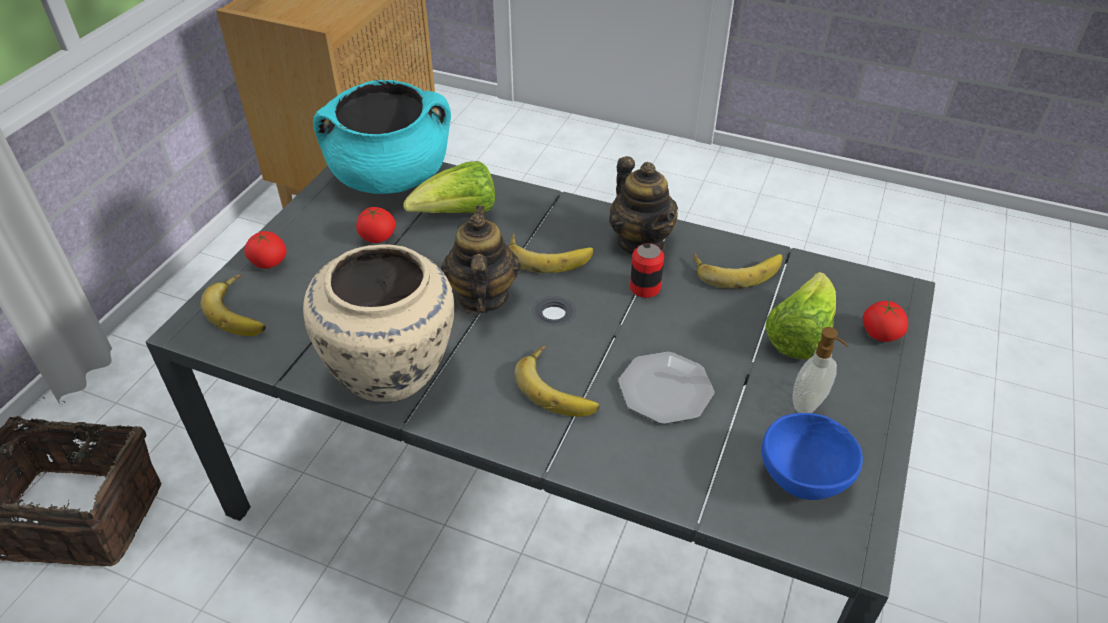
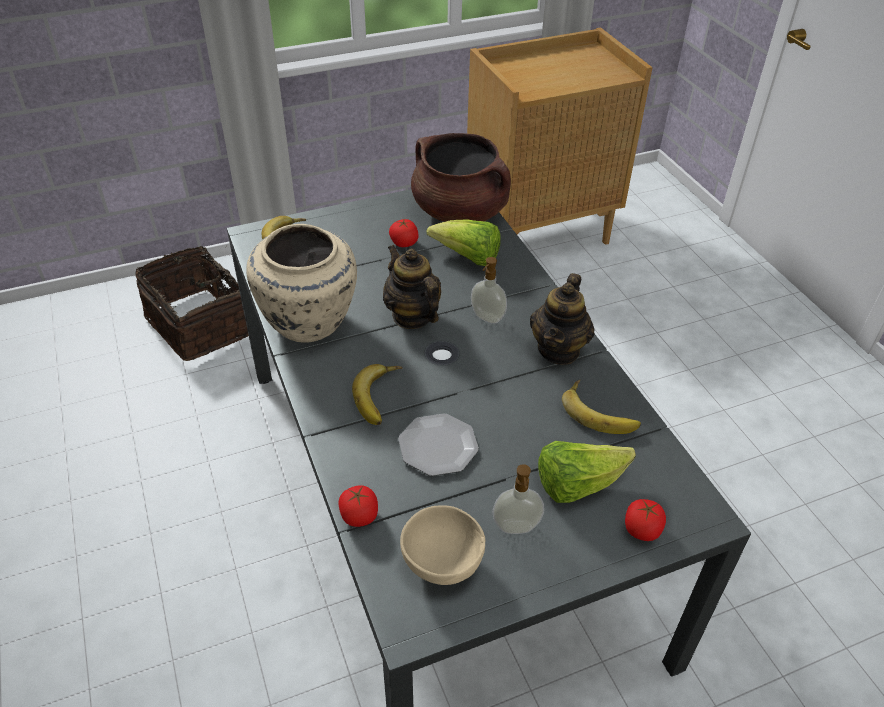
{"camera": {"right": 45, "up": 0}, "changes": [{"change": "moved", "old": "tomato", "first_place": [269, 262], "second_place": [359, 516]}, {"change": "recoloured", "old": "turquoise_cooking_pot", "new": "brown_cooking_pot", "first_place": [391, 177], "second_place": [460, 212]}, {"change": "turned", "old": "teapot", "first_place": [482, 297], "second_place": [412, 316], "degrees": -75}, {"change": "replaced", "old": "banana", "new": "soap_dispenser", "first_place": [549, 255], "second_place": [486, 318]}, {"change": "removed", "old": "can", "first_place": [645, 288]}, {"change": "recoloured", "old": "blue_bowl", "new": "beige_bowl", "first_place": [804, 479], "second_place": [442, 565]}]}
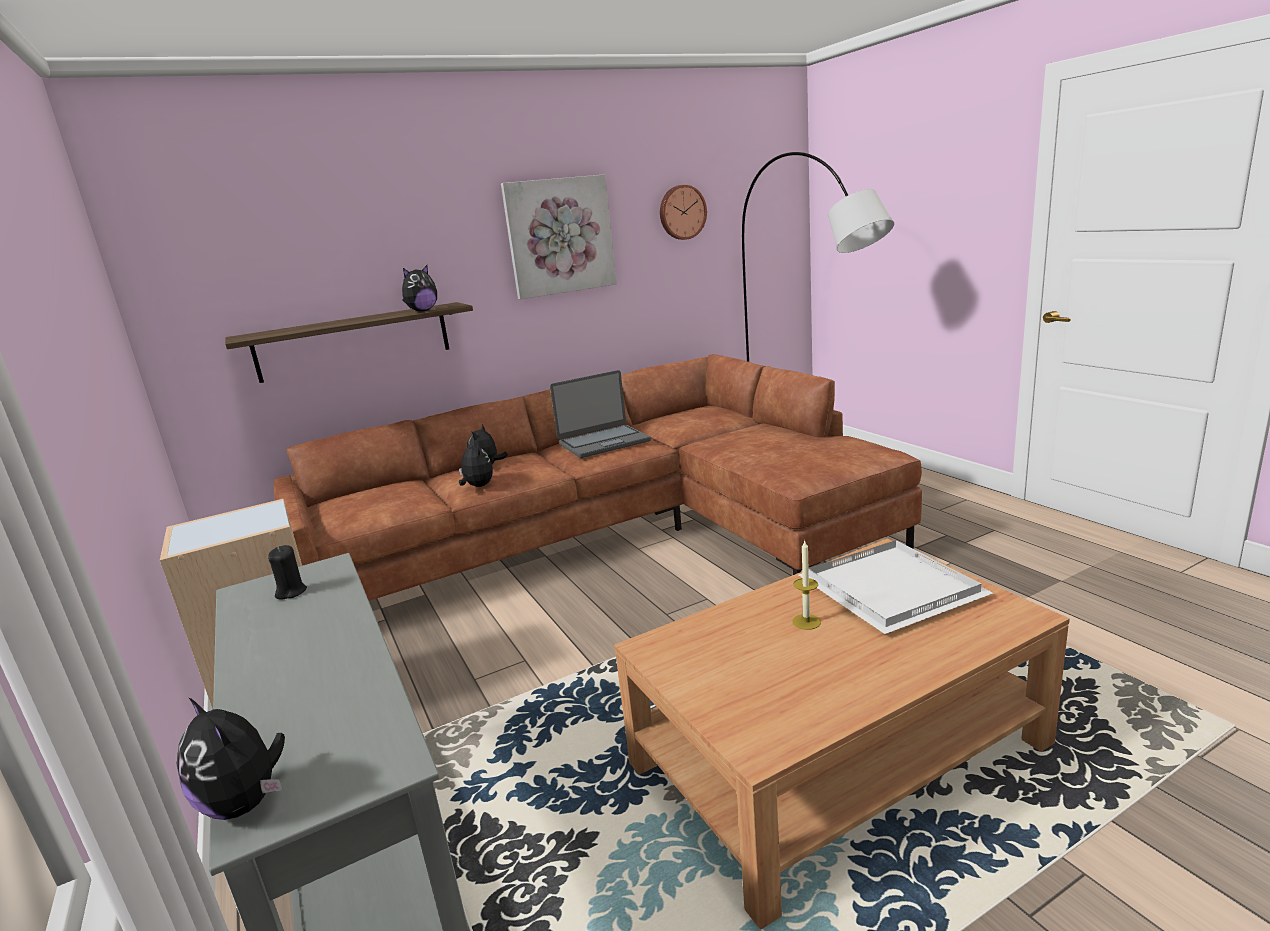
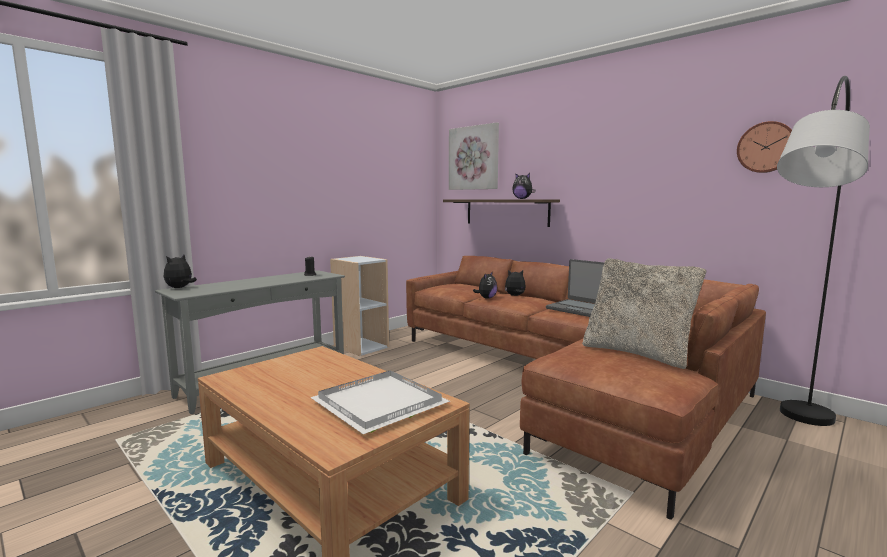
{"camera": {"right": 70, "up": -10}, "changes": [{"change": "moved", "old": "picture", "first_place": [559, 236], "second_place": [474, 158]}, {"change": "removed", "old": "candle", "first_place": [806, 622]}, {"change": "added", "new": "beige_pillow", "second_place": [638, 352]}]}
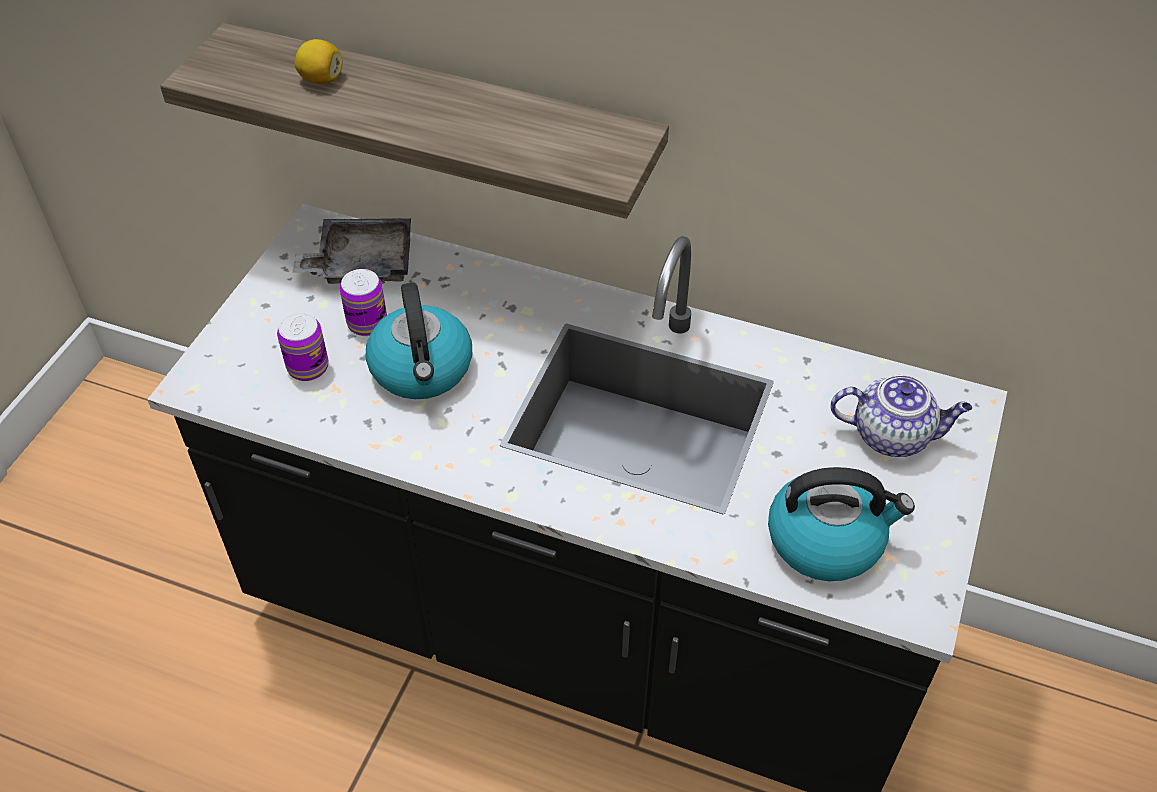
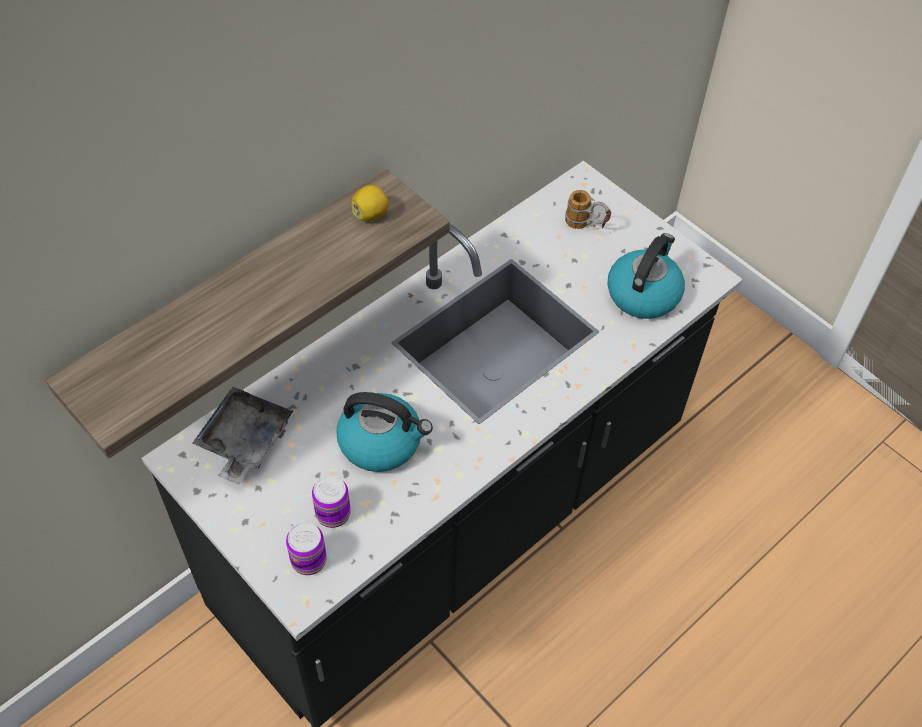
{"camera": {"right": -65, "up": 5}, "changes": [{"change": "moved", "old": "lemon", "first_place": [321, 79], "second_place": [371, 214]}, {"change": "moved", "old": "can", "first_place": [367, 323], "second_place": [308, 560]}, {"change": "replaced", "old": "teapot", "new": "mug", "first_place": [893, 435], "second_place": [586, 226]}]}
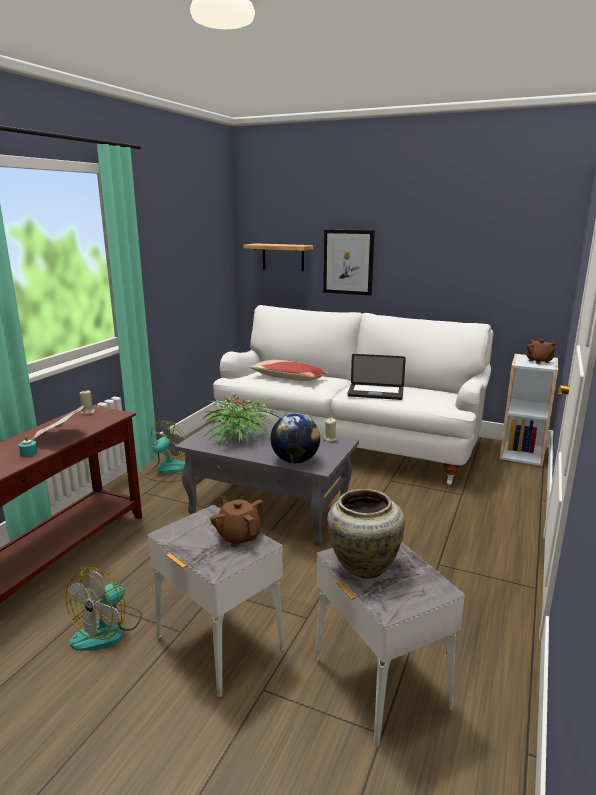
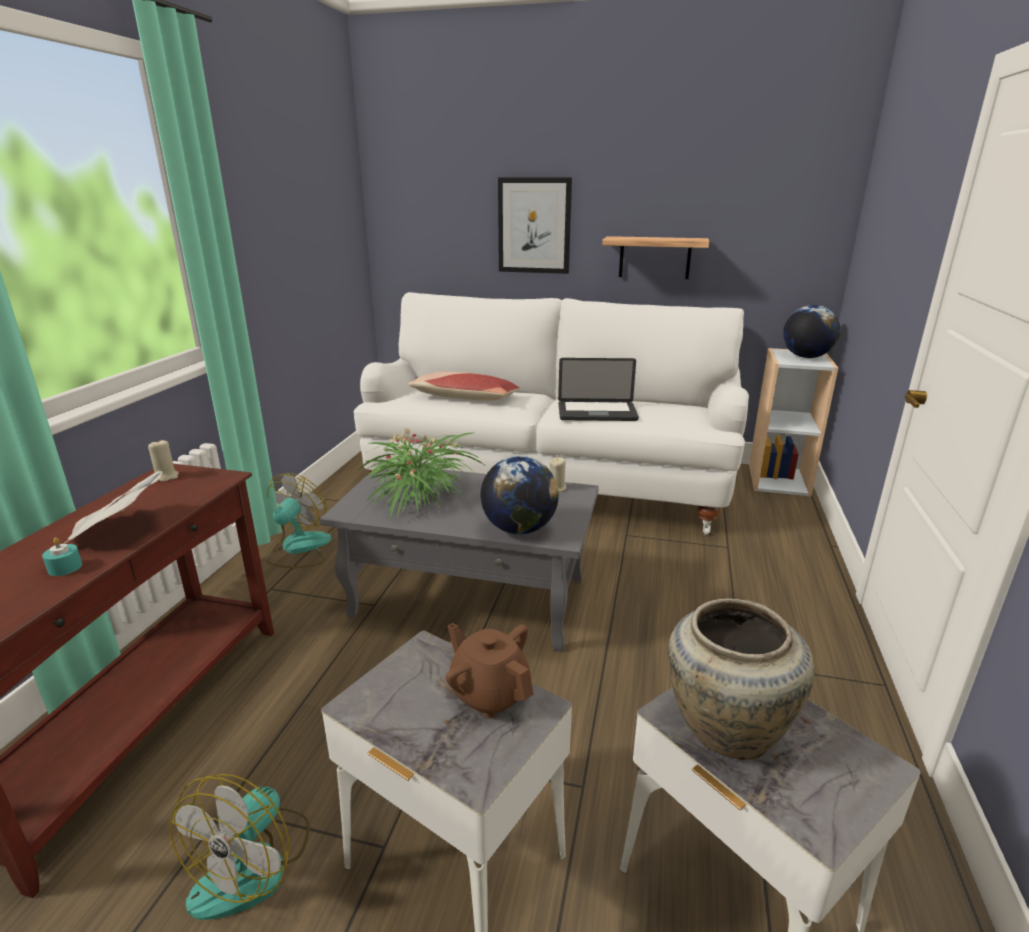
{"camera": {"right": -10, "up": 5}, "changes": [{"change": "moved", "old": "shelf", "first_place": [283, 257], "second_place": [654, 257]}, {"change": "replaced", "old": "brown_teapot", "new": "globe", "first_place": [539, 361], "second_place": [806, 357]}]}
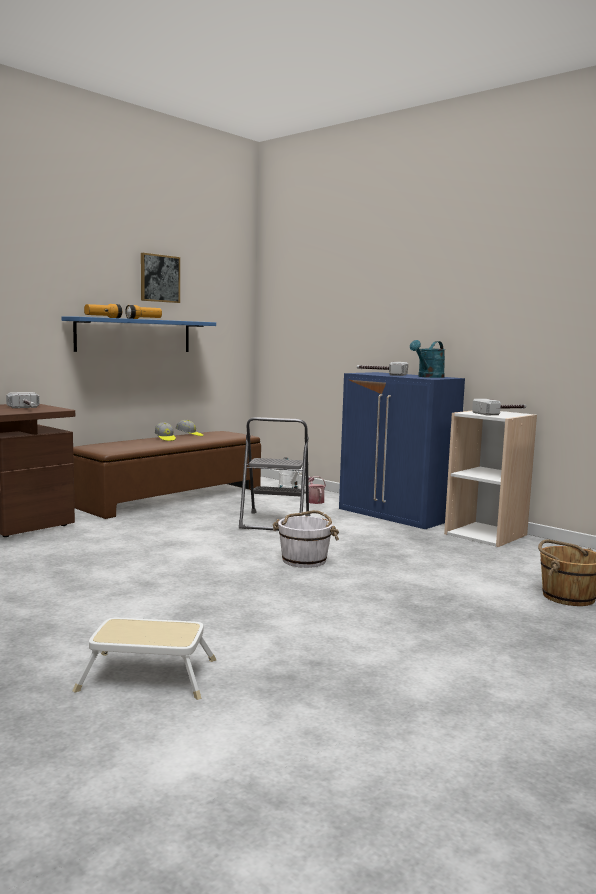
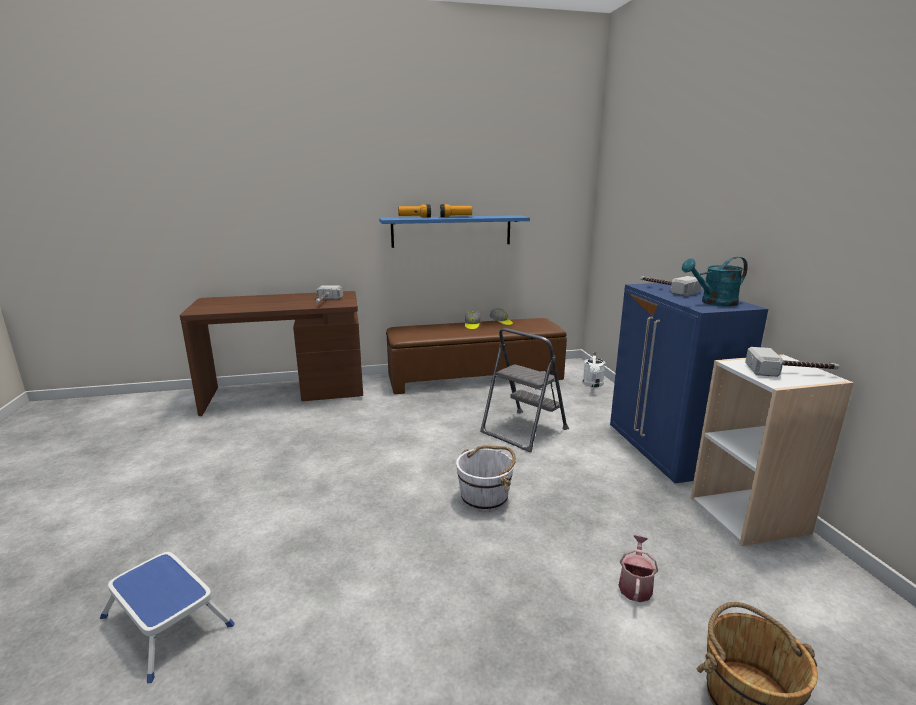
{"camera": {"right": 35, "up": 10}, "changes": [{"change": "recoloured", "old": "beige_step_ladder", "new": "blue_step_ladder", "first_place": [148, 674], "second_place": [167, 621]}, {"change": "removed", "old": "picture", "first_place": [160, 278]}, {"change": "moved", "old": "watering_can", "first_place": [314, 501], "second_place": [635, 585]}]}
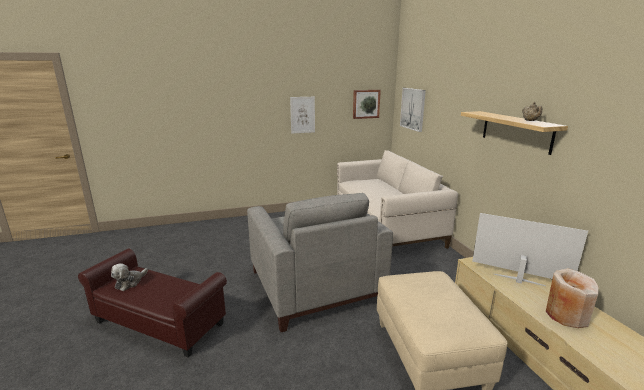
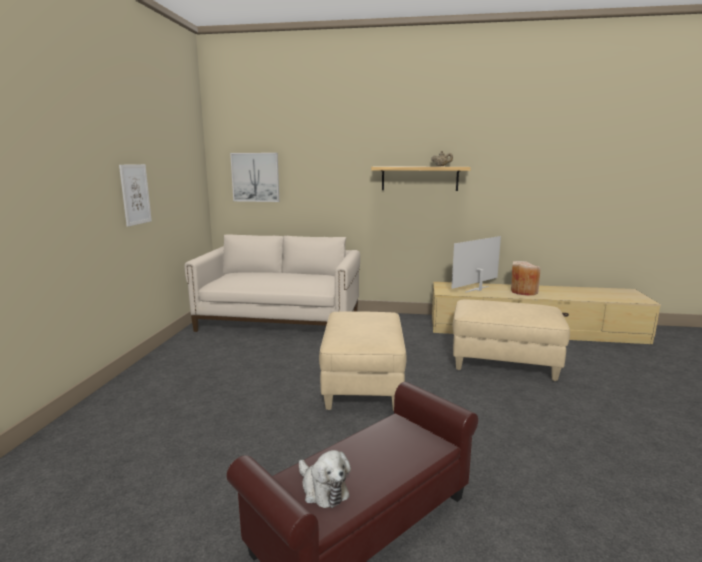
{"camera": {"right": -65, "up": -5}, "changes": [{"change": "replaced", "old": "grey_armchair", "new": "beige_ottoman", "first_place": [313, 285], "second_place": [363, 385]}, {"change": "removed", "old": "picture", "first_place": [366, 104]}]}
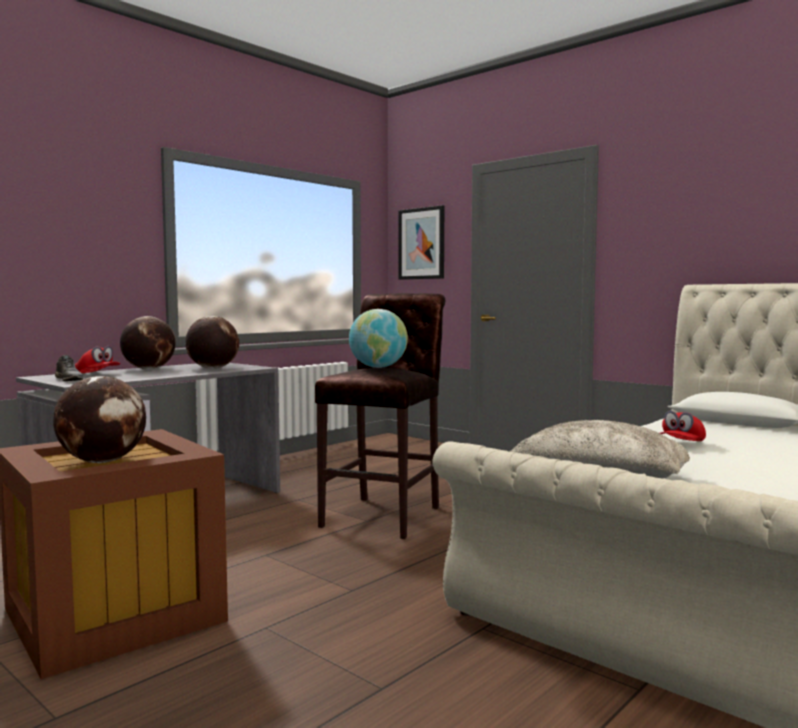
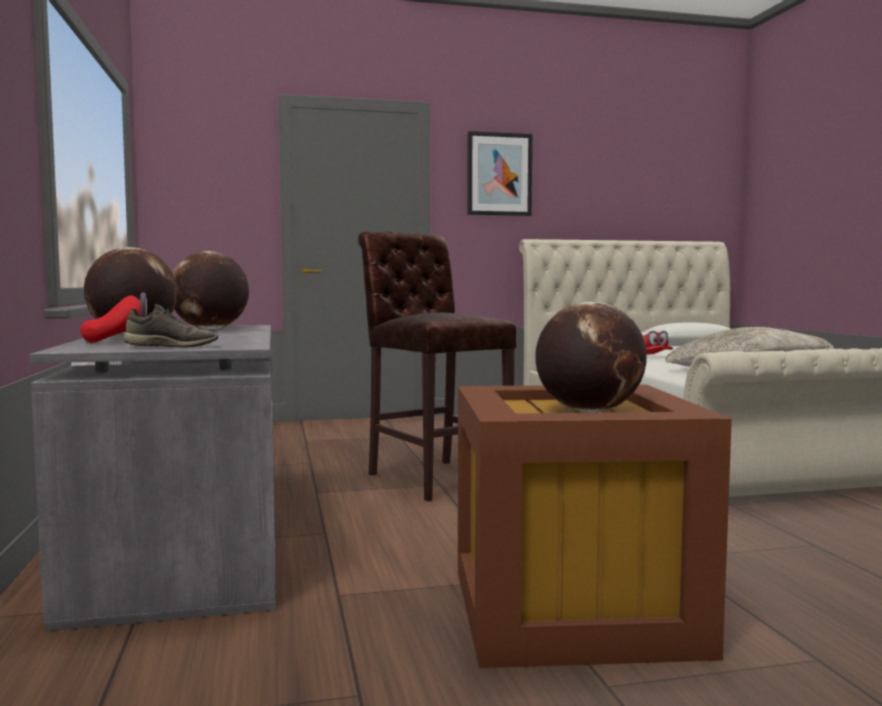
{"camera": {"right": -55, "up": 0}, "changes": [{"change": "removed", "old": "globe", "first_place": [378, 367]}, {"change": "moved", "old": "picture", "first_place": [421, 243], "second_place": [499, 174]}]}
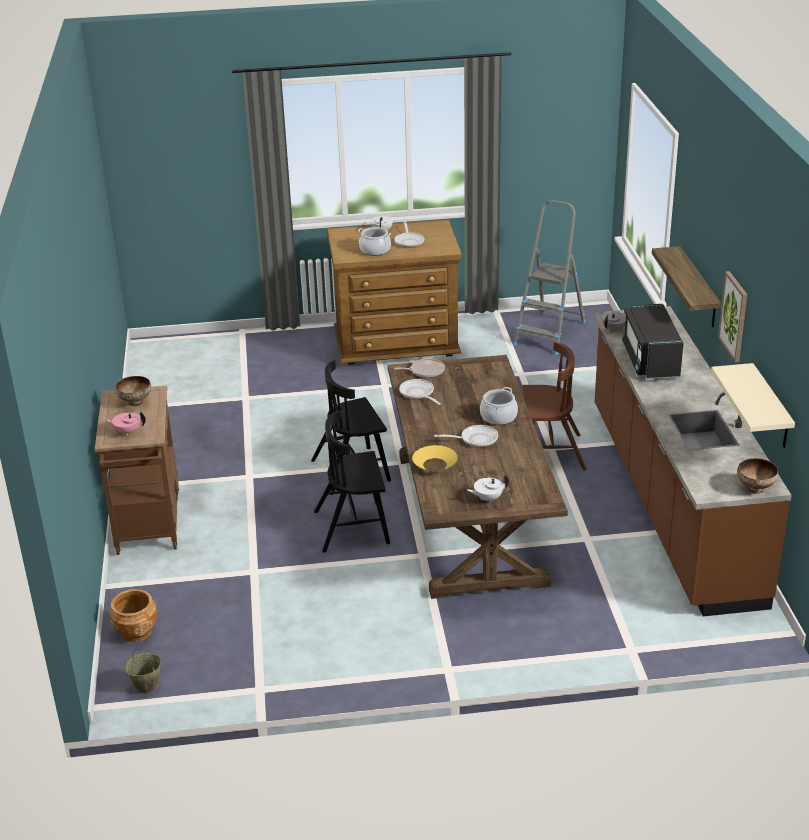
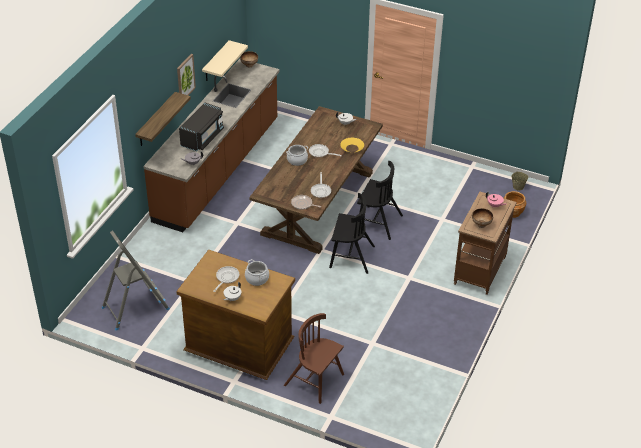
{"camera": {"right": -150, "up": 10}, "changes": [{"change": "moved", "old": "brown_chair", "first_place": [547, 452], "second_place": [317, 381]}]}
